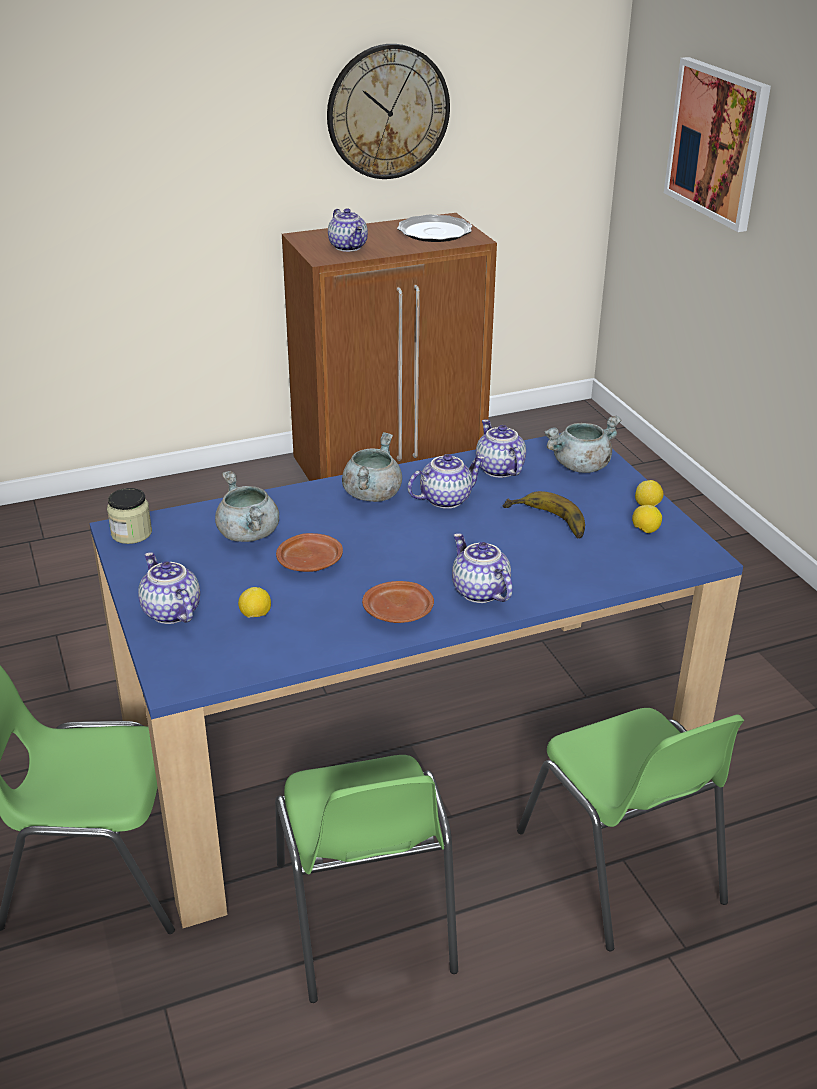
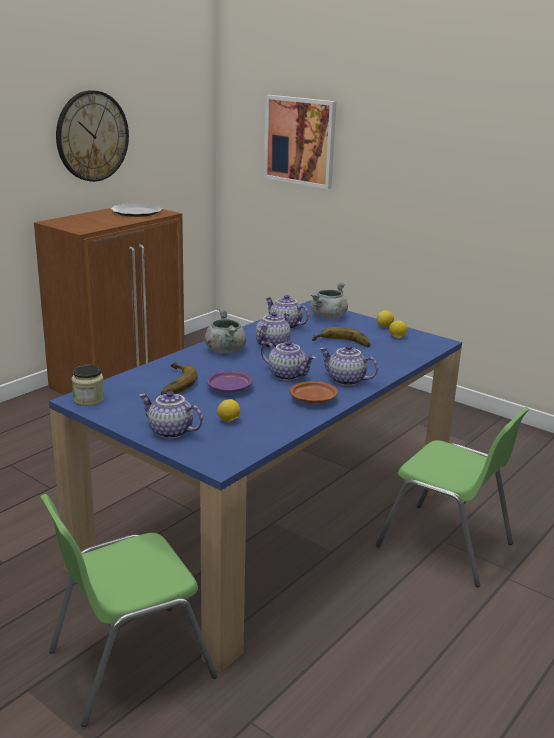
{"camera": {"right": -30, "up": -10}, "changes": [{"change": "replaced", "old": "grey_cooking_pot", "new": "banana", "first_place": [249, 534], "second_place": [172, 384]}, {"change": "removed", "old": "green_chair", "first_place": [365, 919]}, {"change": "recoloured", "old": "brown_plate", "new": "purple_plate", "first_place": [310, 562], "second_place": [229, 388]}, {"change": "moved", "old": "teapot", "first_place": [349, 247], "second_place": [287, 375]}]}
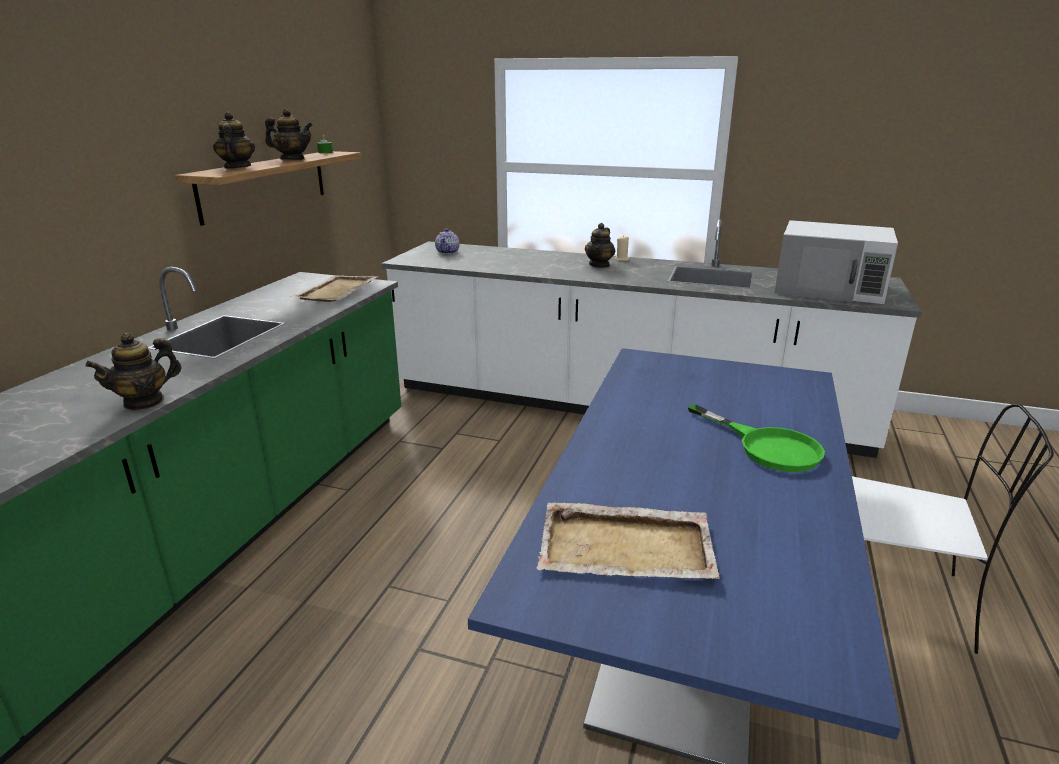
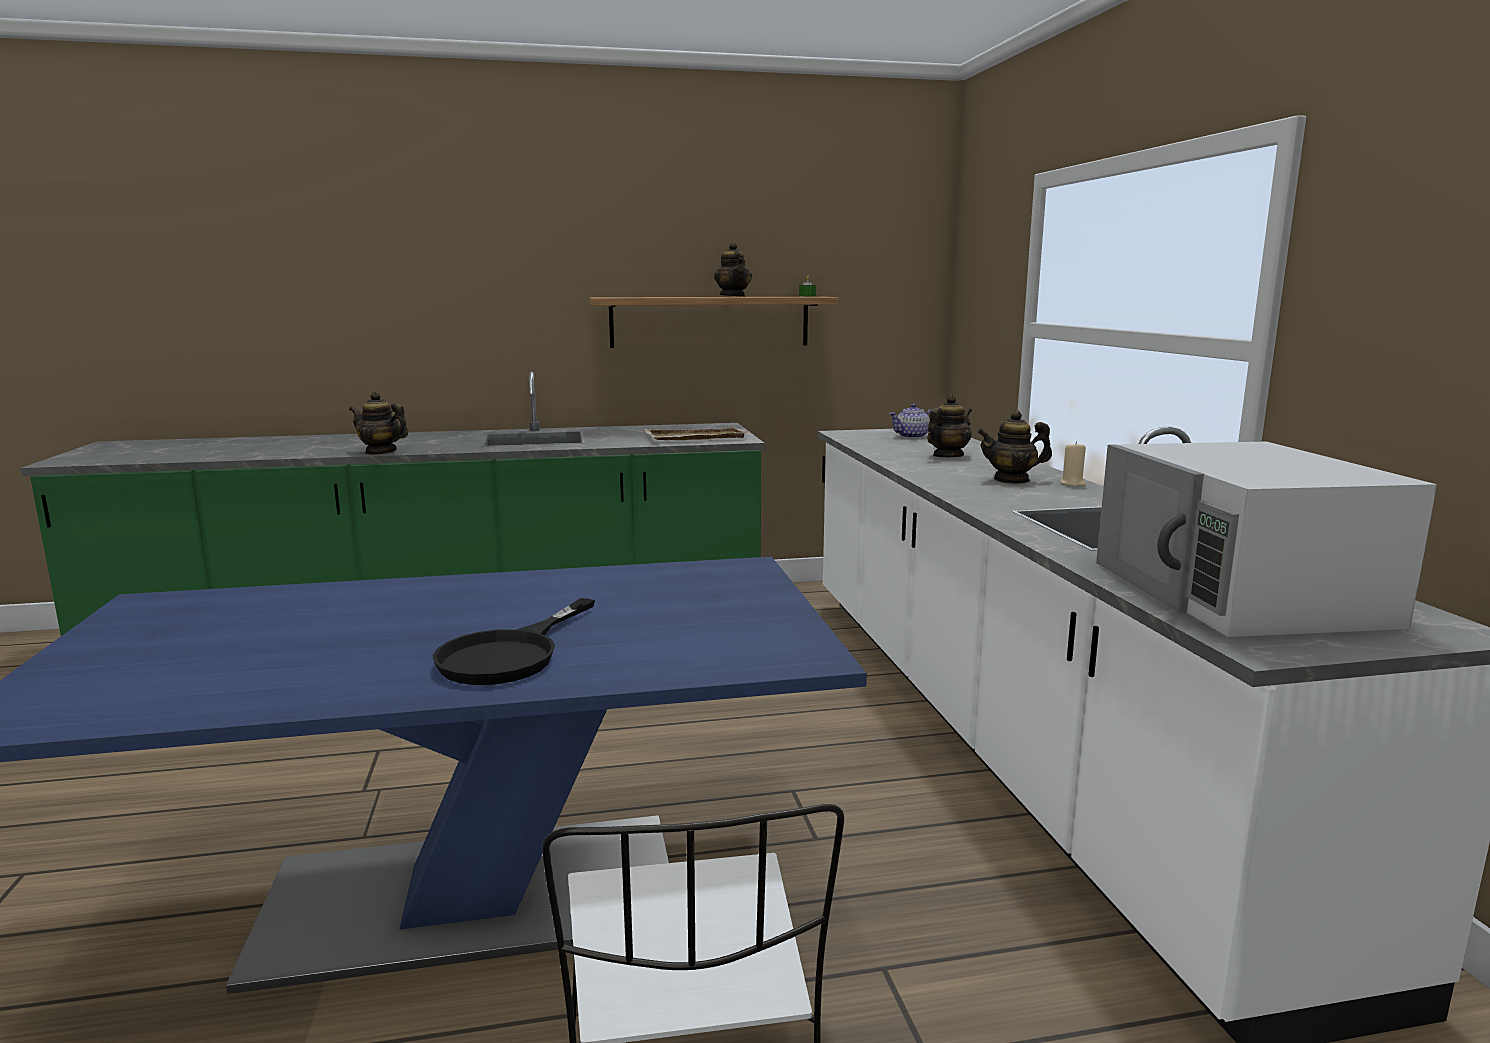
{"camera": {"right": 60, "up": -10}, "changes": [{"change": "moved", "old": "teapot", "first_place": [237, 167], "second_place": [947, 456]}, {"change": "removed", "old": "beige_tray", "first_place": [627, 546]}, {"change": "recoloured", "old": "green_frying_pan", "new": "black_frying_pan", "first_place": [767, 446], "second_place": [510, 654]}]}
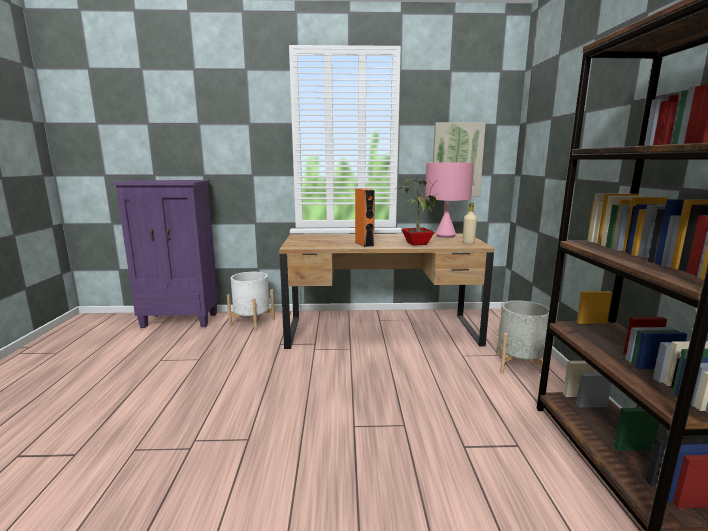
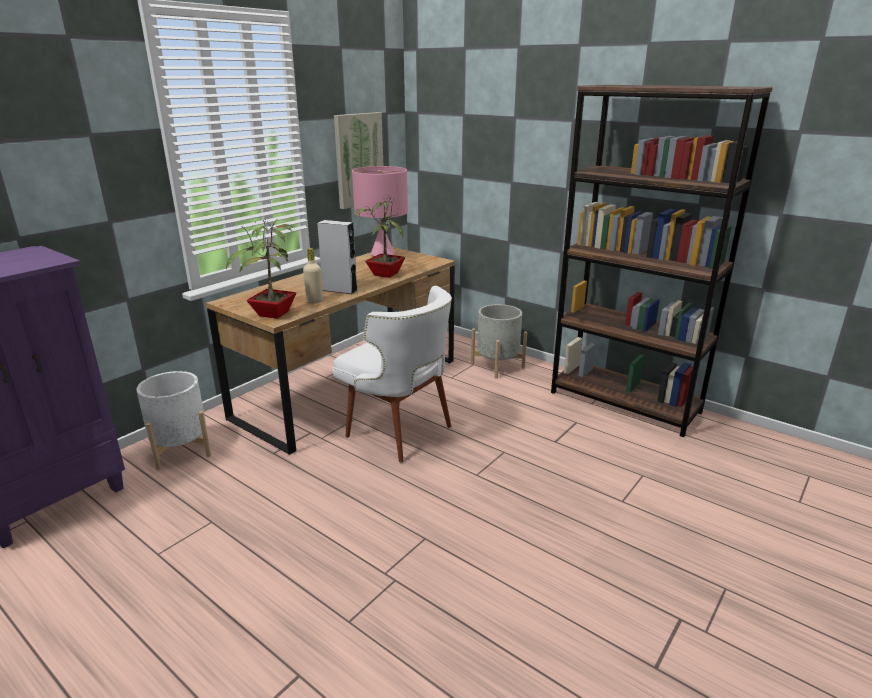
{"camera": {"right": -50, "up": 10}, "changes": [{"change": "recoloured", "old": "orange_speaker", "new": "grey_speaker", "first_place": [364, 244], "second_place": [340, 290]}, {"change": "moved", "old": "beige_bottle", "first_place": [468, 243], "second_place": [314, 301]}, {"change": "added", "new": "potted_plant", "second_place": [272, 315]}, {"change": "added", "new": "white_chair", "second_place": [398, 432]}]}
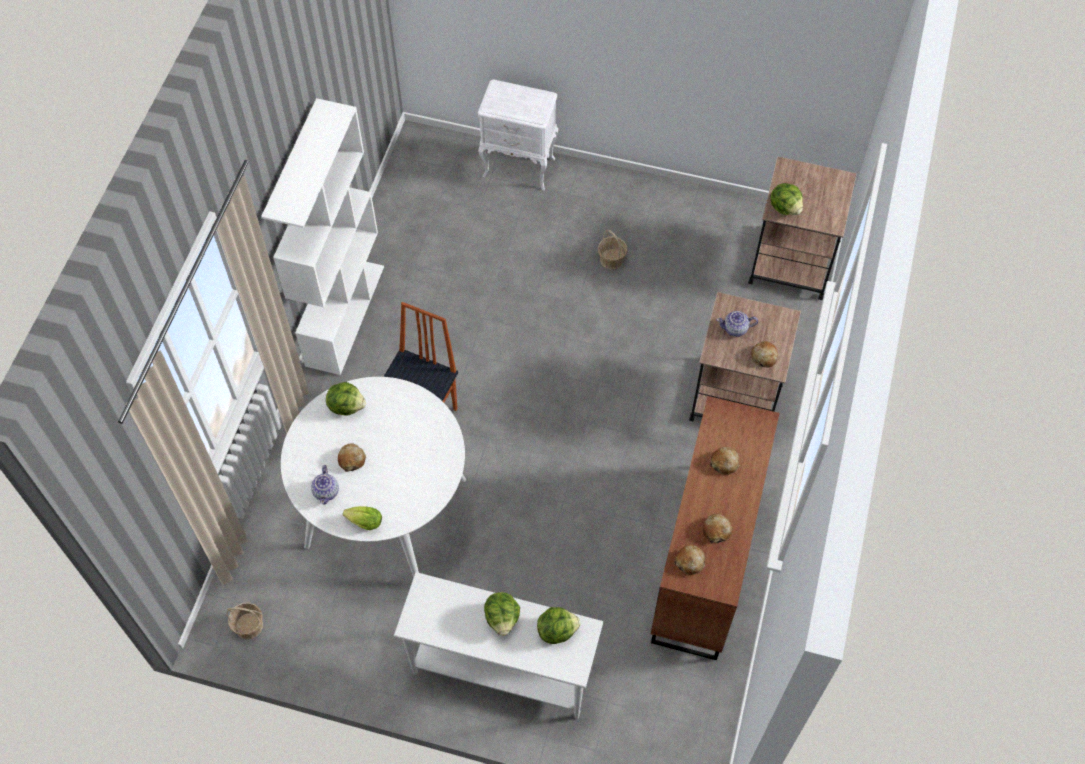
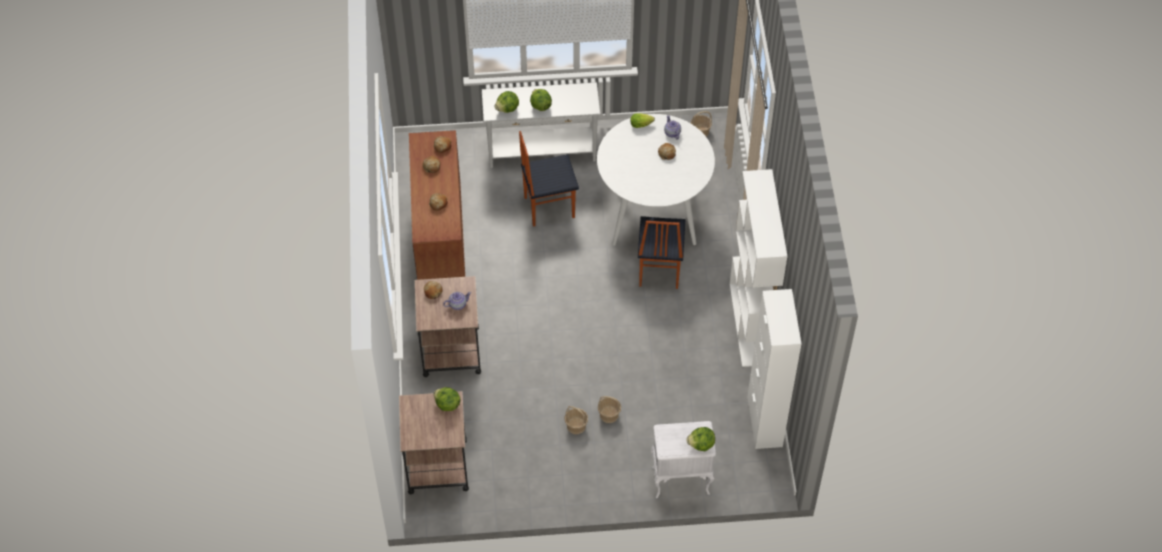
{"camera": {"right": 160, "up": -5}, "changes": [{"change": "moved", "old": "lettuce", "first_place": [346, 406], "second_place": [701, 445]}, {"change": "added", "new": "chair", "second_place": [548, 207]}, {"change": "added", "new": "basket", "second_place": [609, 414]}, {"change": "added", "new": "white_cabinet", "second_place": [764, 421]}]}
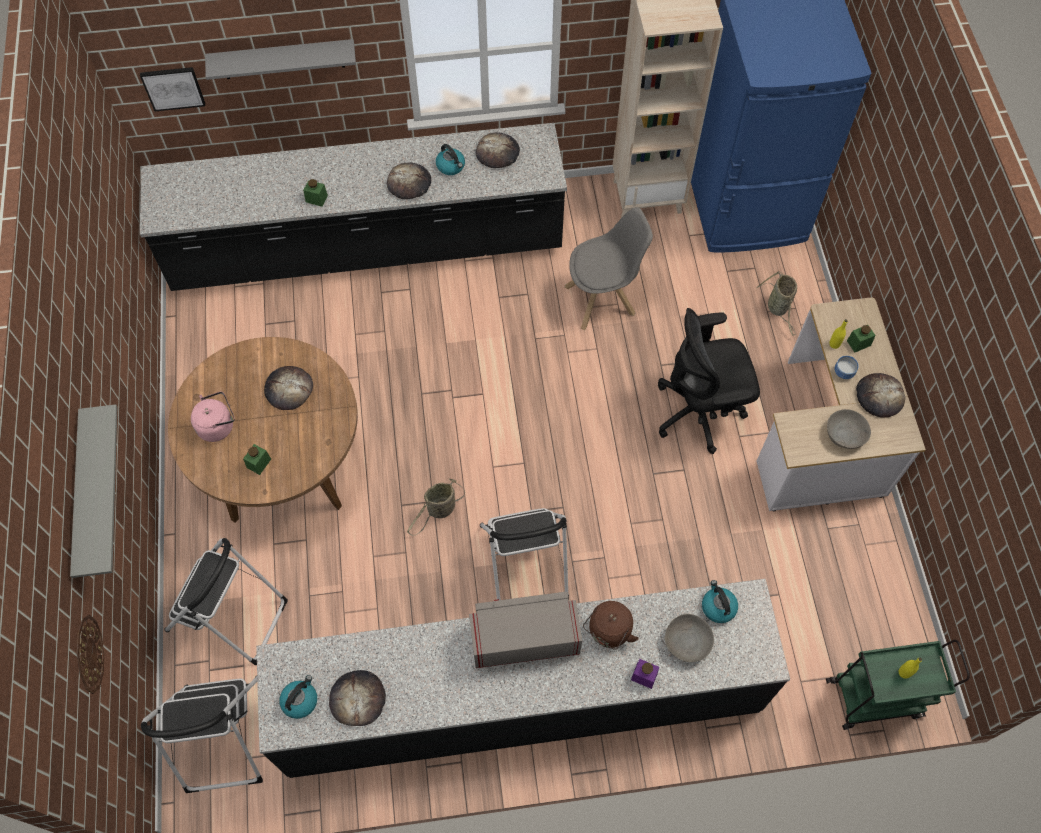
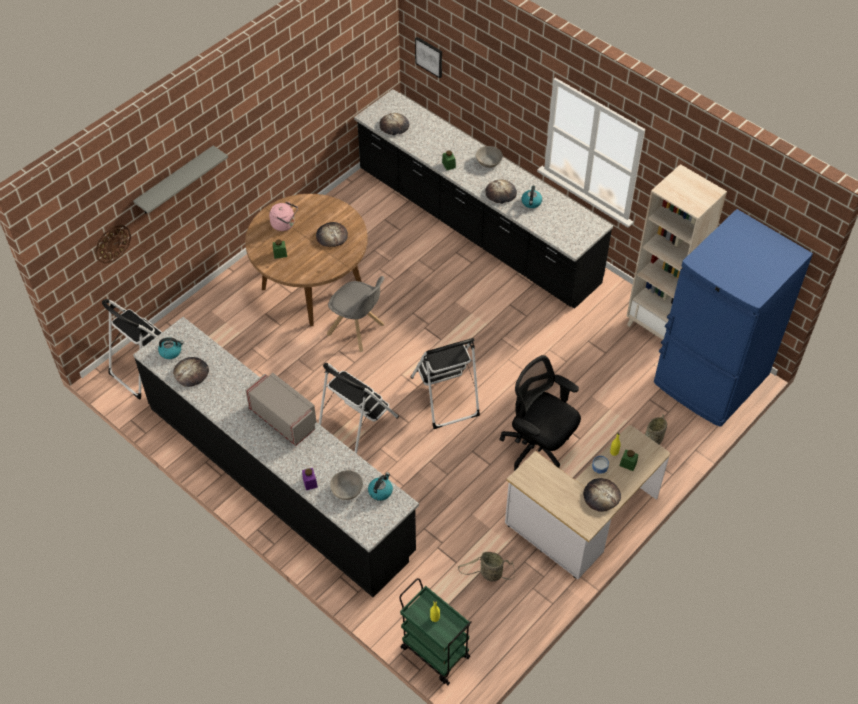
{"camera": {"right": 50, "up": -10}, "changes": [{"change": "moved", "old": "step_ladder", "first_place": [229, 617], "second_place": [445, 398]}, {"change": "removed", "old": "grey_shelf", "first_place": [282, 59]}, {"change": "moved", "old": "basket", "first_place": [440, 510], "second_place": [489, 574]}, {"change": "moved", "old": "bread", "first_place": [498, 152], "second_place": [394, 126]}, {"change": "moved", "old": "grey_chair", "first_place": [603, 299], "second_place": [358, 330]}, {"change": "removed", "old": "brown_kettle", "first_place": [608, 632]}, {"change": "moved", "old": "grey_bowl", "first_place": [845, 434], "second_place": [489, 161]}]}
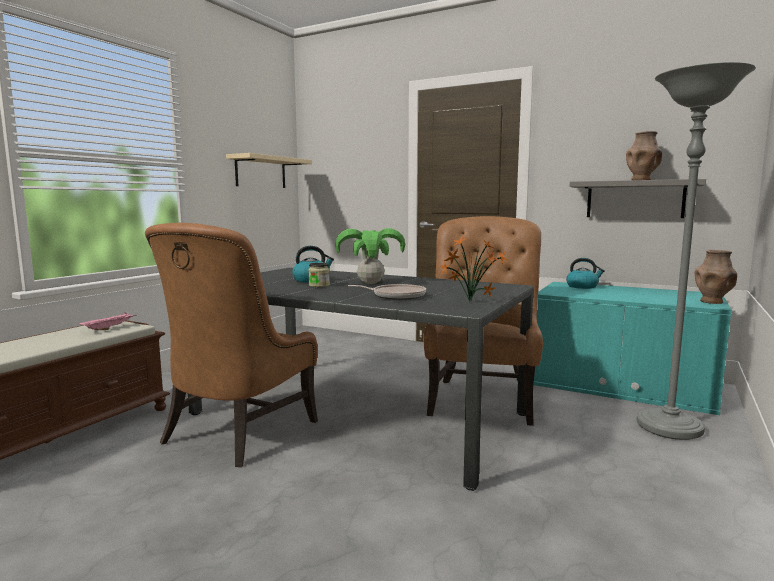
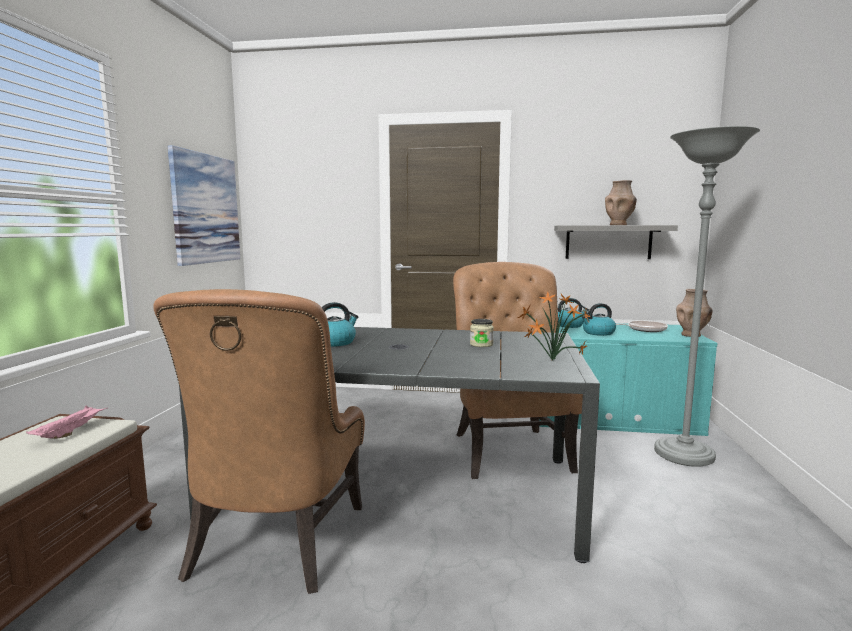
{"camera": {"right": -20, "up": 0}, "changes": [{"change": "replaced", "old": "beige_shelf", "new": "picture", "first_place": [261, 172], "second_place": [205, 209]}, {"change": "moved", "old": "jar", "first_place": [319, 285], "second_place": [481, 344]}, {"change": "removed", "old": "potted_plant", "first_place": [370, 283]}, {"change": "moved", "old": "frying_pan", "first_place": [396, 296], "second_place": [644, 329]}, {"change": "added", "new": "kettle", "second_place": [598, 333]}]}
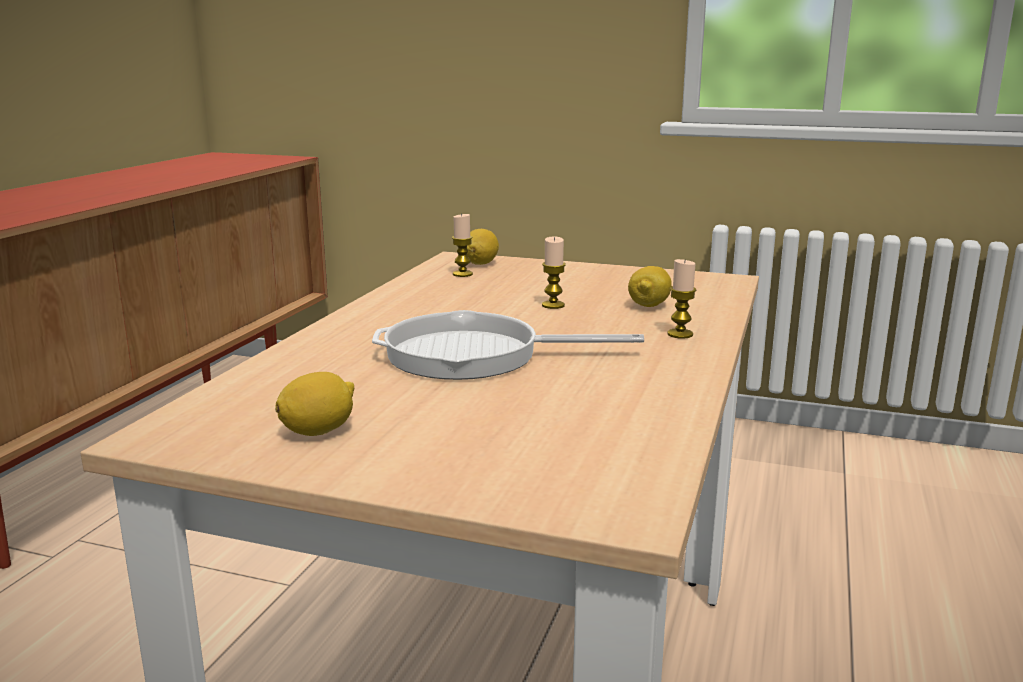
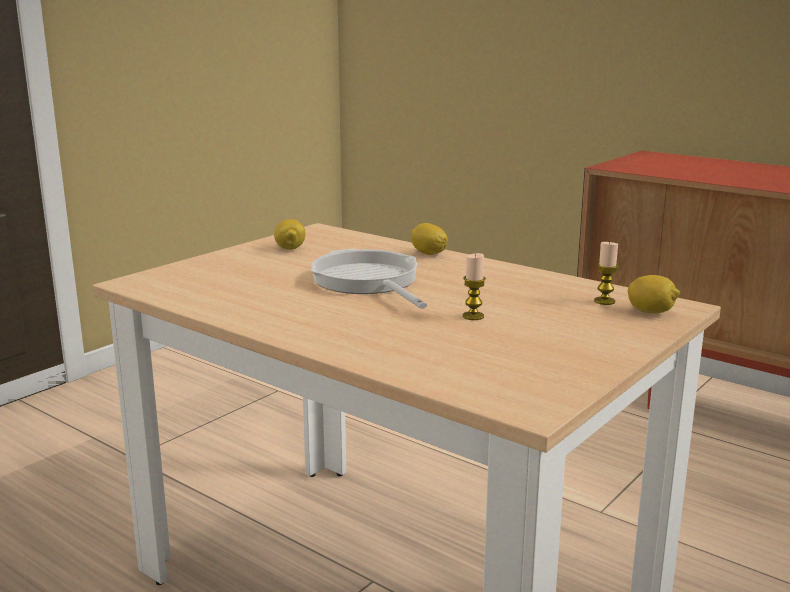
{"camera": {"right": 110, "up": 0}, "changes": [{"change": "turned", "old": "frying_pan", "first_place": [474, 355], "second_place": [368, 282], "degrees": -45}, {"change": "moved", "old": "lemon", "first_place": [648, 305], "second_place": [428, 253]}, {"change": "removed", "old": "candle", "first_place": [680, 334]}]}
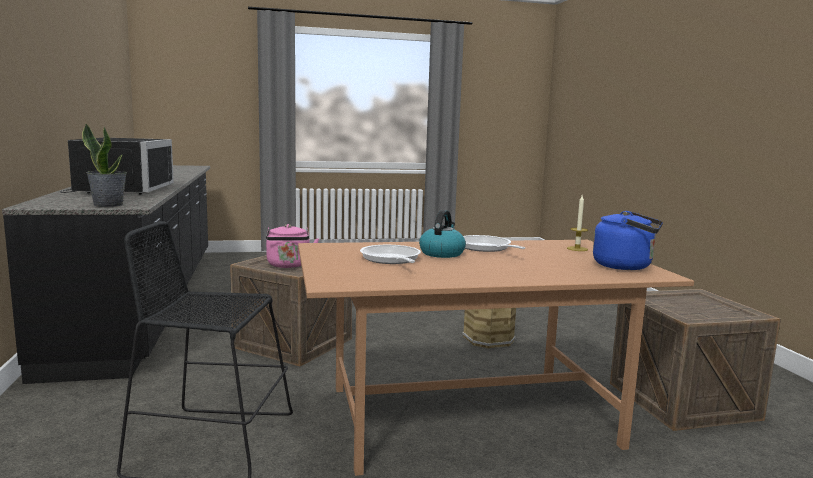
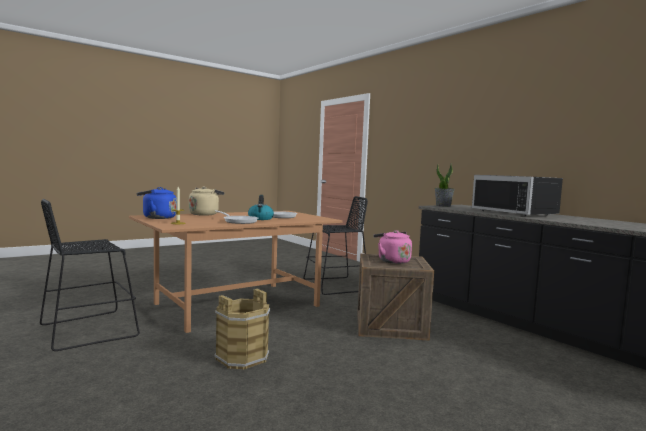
{"camera": {"right": 155, "up": -5}, "changes": [{"change": "replaced", "old": "crate", "new": "black_stool", "first_place": [682, 401], "second_place": [90, 329]}, {"change": "added", "new": "beige_kettle", "second_place": [205, 214]}]}
